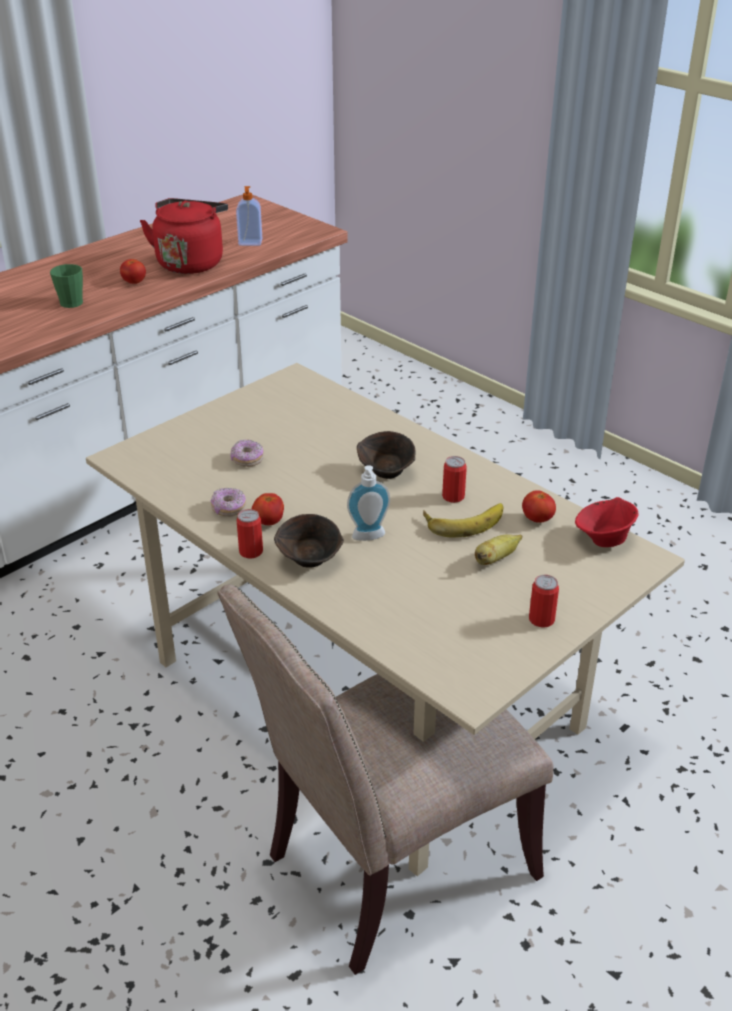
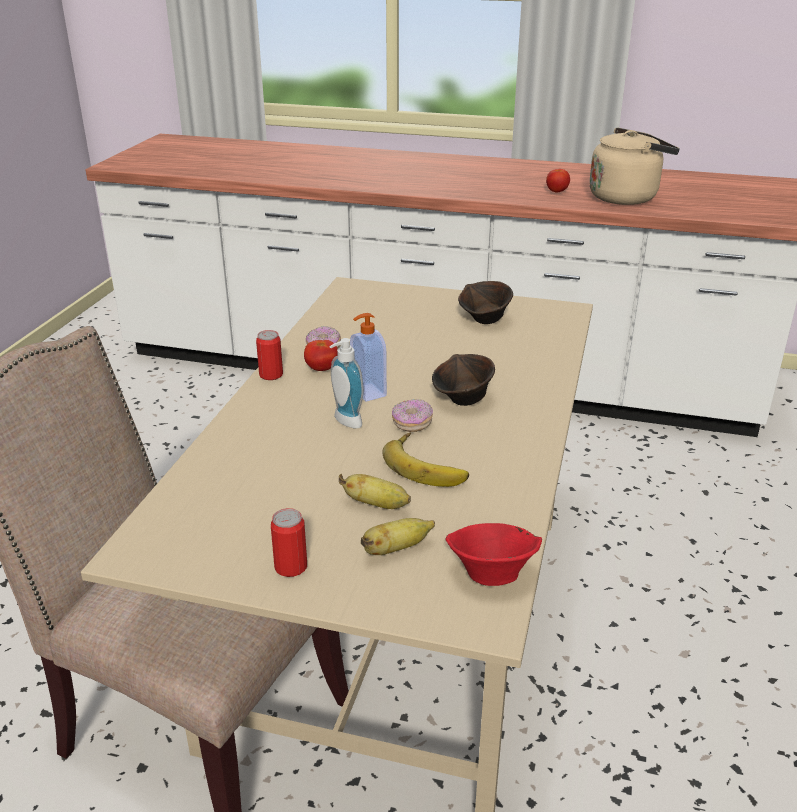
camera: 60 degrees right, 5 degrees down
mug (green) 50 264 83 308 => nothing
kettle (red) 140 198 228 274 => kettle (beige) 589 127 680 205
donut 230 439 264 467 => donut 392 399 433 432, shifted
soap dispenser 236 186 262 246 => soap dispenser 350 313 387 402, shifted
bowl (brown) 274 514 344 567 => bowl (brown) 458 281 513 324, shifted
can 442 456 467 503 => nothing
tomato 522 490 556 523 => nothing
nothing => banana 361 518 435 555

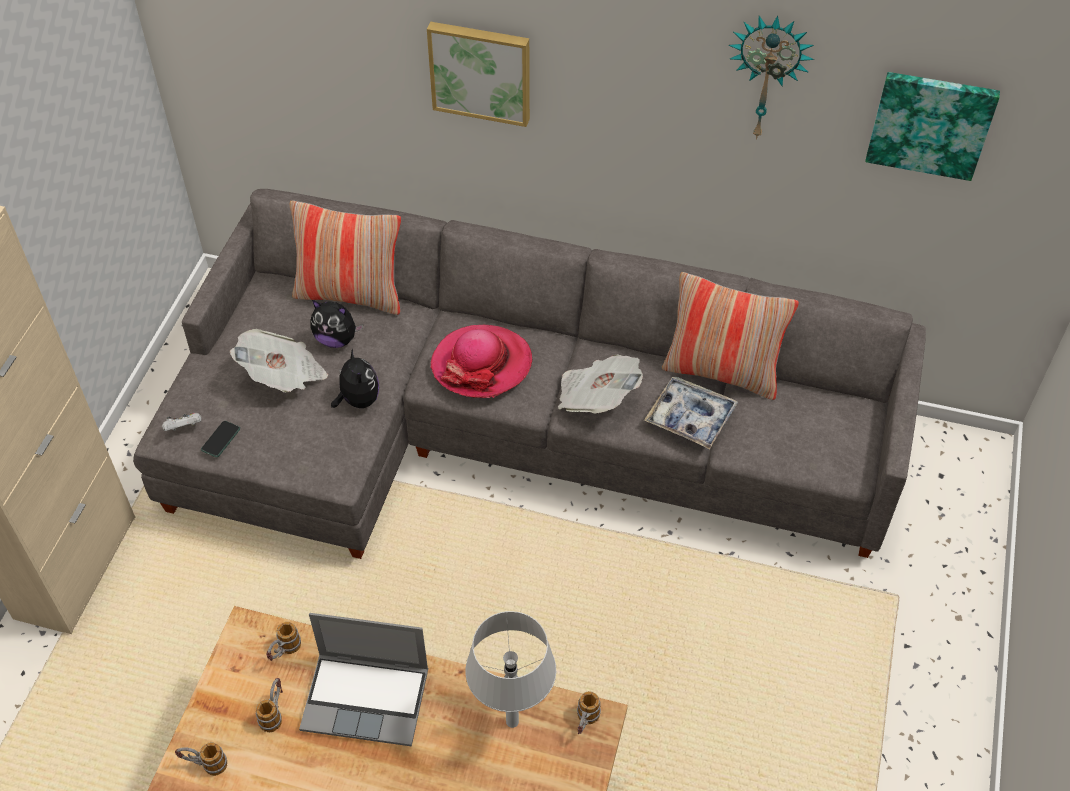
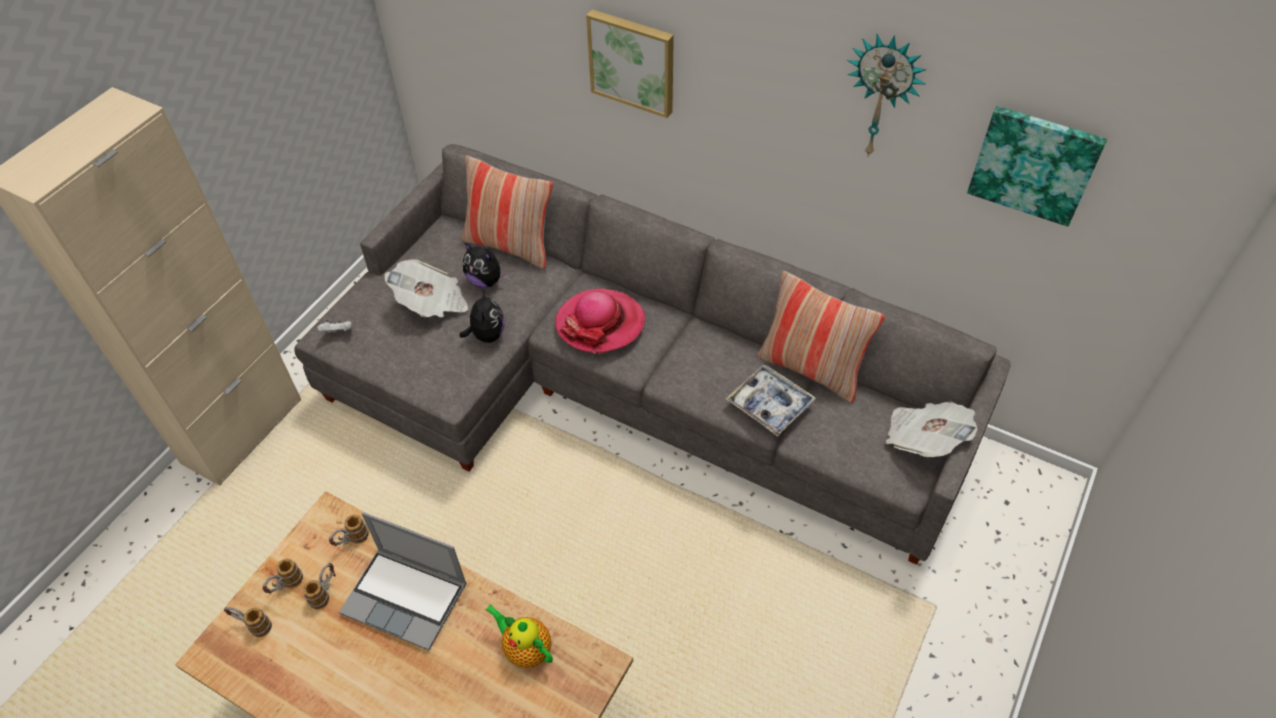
camera: 15 degrees right, 0 degrees up
phone 201 421 240 457 => nothing
table lamp (grey) 465 611 556 728 => teapot 485 604 553 668
newspaper 558 355 643 414 => newspaper 886 402 977 457, shifted
mug 577 691 601 734 => mug 262 558 303 593, shifted

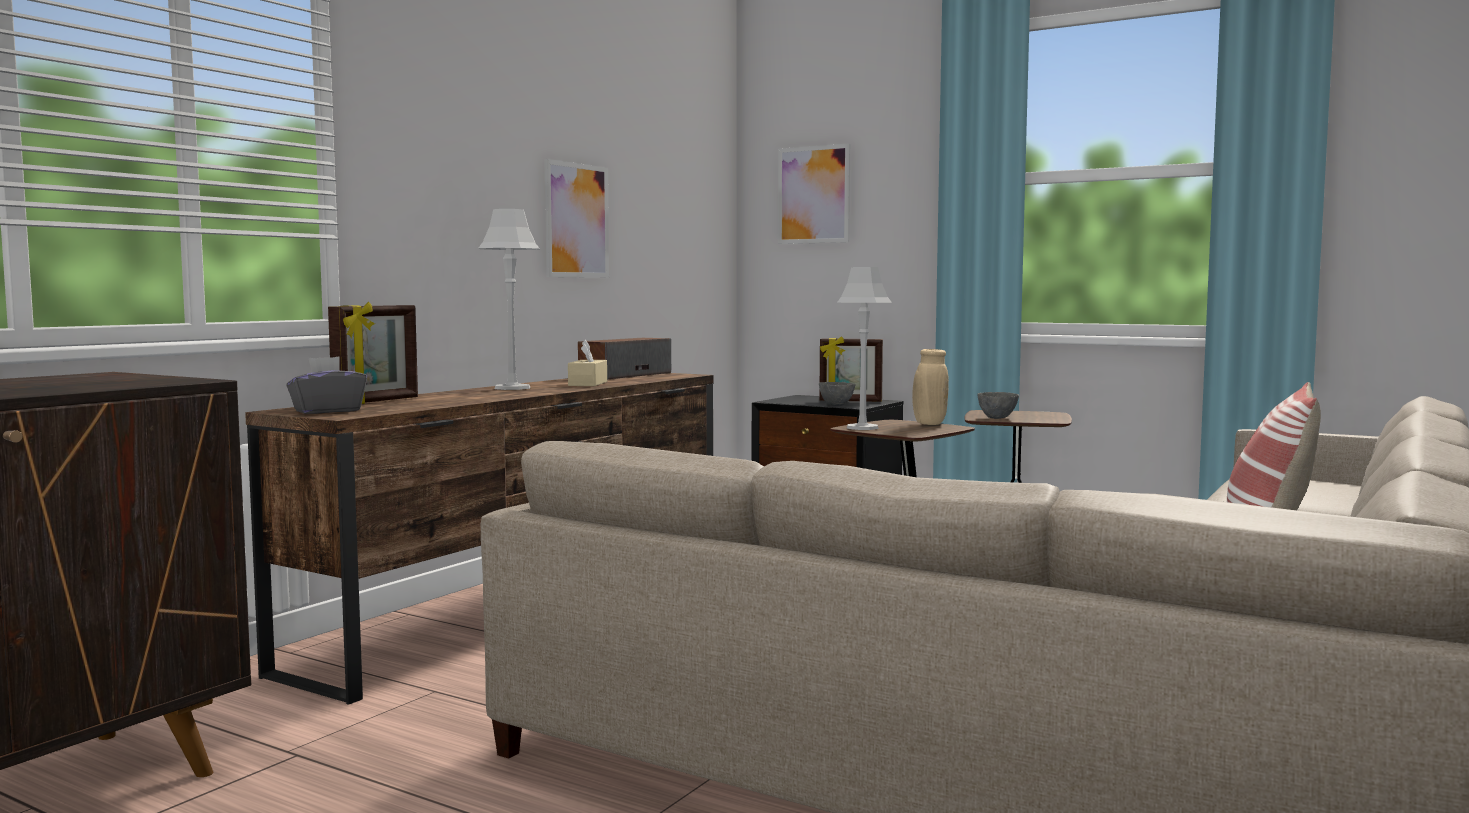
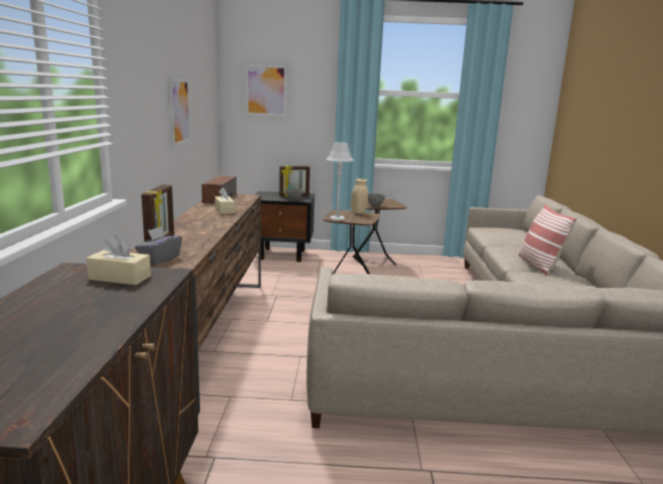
camera: 30 degrees left, 10 degrees up
table lamp (grey) 478 209 540 390 => nothing
nothing => tissue box (beige) 86 235 151 285

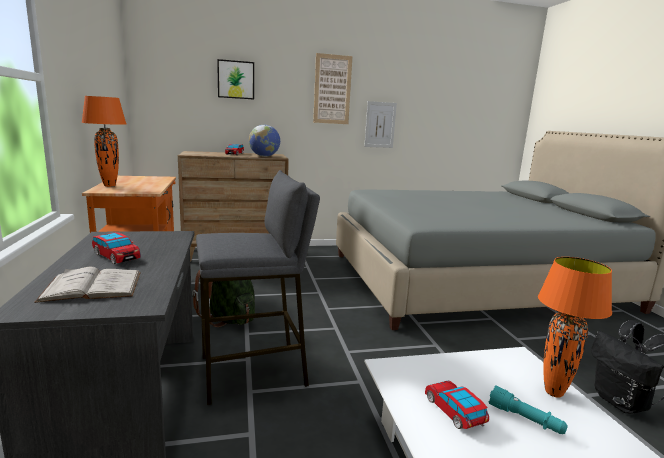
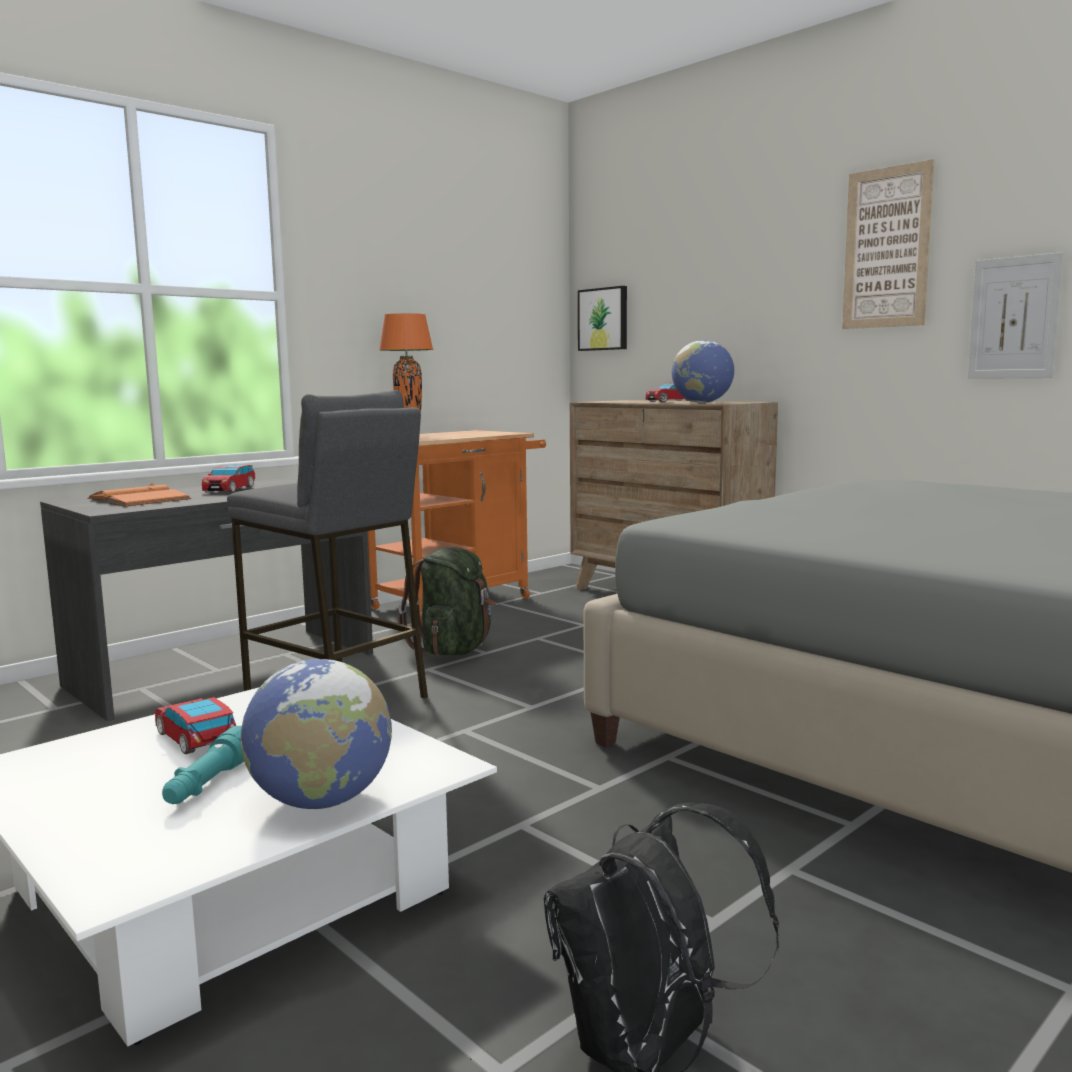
camera: 60 degrees right, 5 degrees down
book (white) 34 267 141 303 => book (orange) 87 483 191 507
picture 217 59 254 99 => picture 578 286 627 351, shifted
toy car 425 381 489 429 => toy car 155 697 236 754, 75 degrees counterclockwise
table lamp (orange) 538 257 612 398 => globe 241 659 392 809

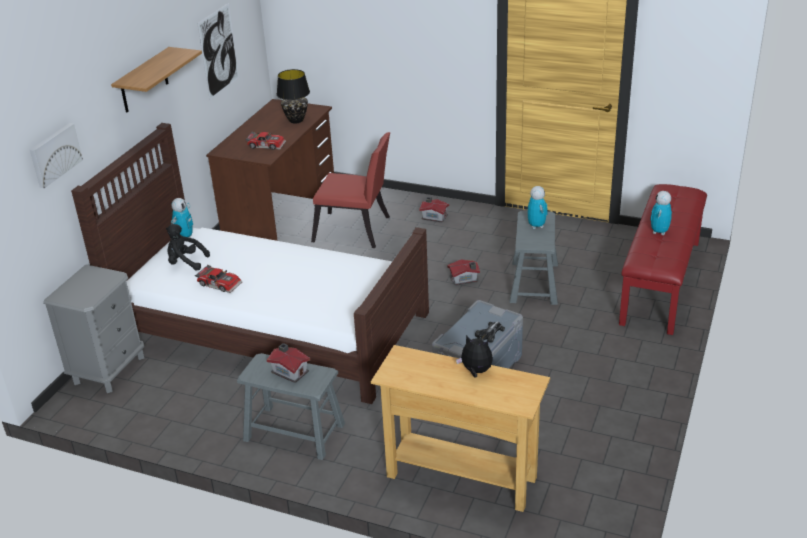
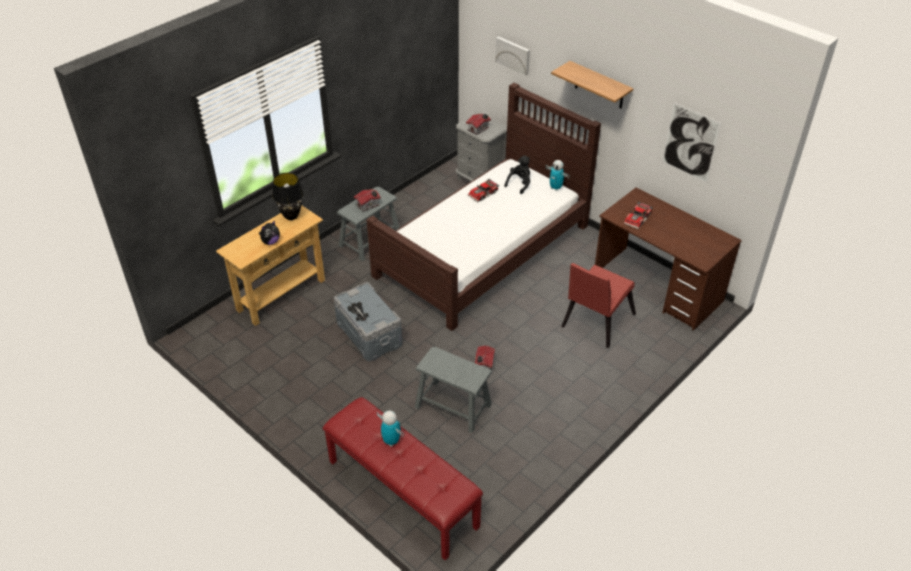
camera: 110 degrees right, 10 degrees up
table lamp (black) 277 69 310 124 => table lamp (black) 272 173 304 220, shifted
toy house 419 197 449 223 => toy house 466 114 491 135, shifted
toy robot 527 186 548 229 => nothing

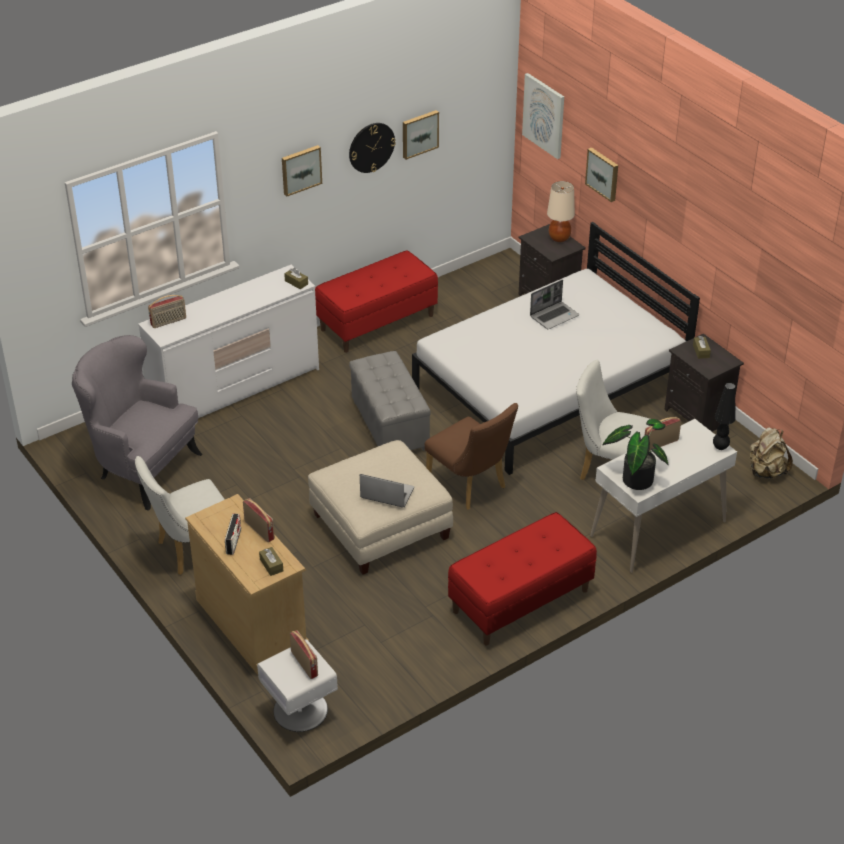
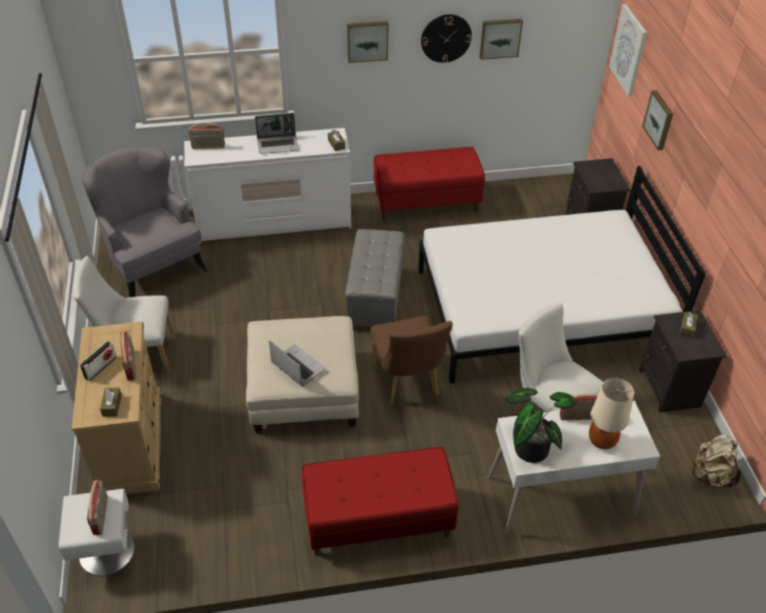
camera: 25 degrees right, 5 degrees up
laptop 530 280 579 329 => laptop 255 113 299 154, shifted
table lamp (beige) 547 181 575 242 => table lamp (beige) 589 378 634 449, shifted
table lamp (black) 713 383 736 450 => nothing

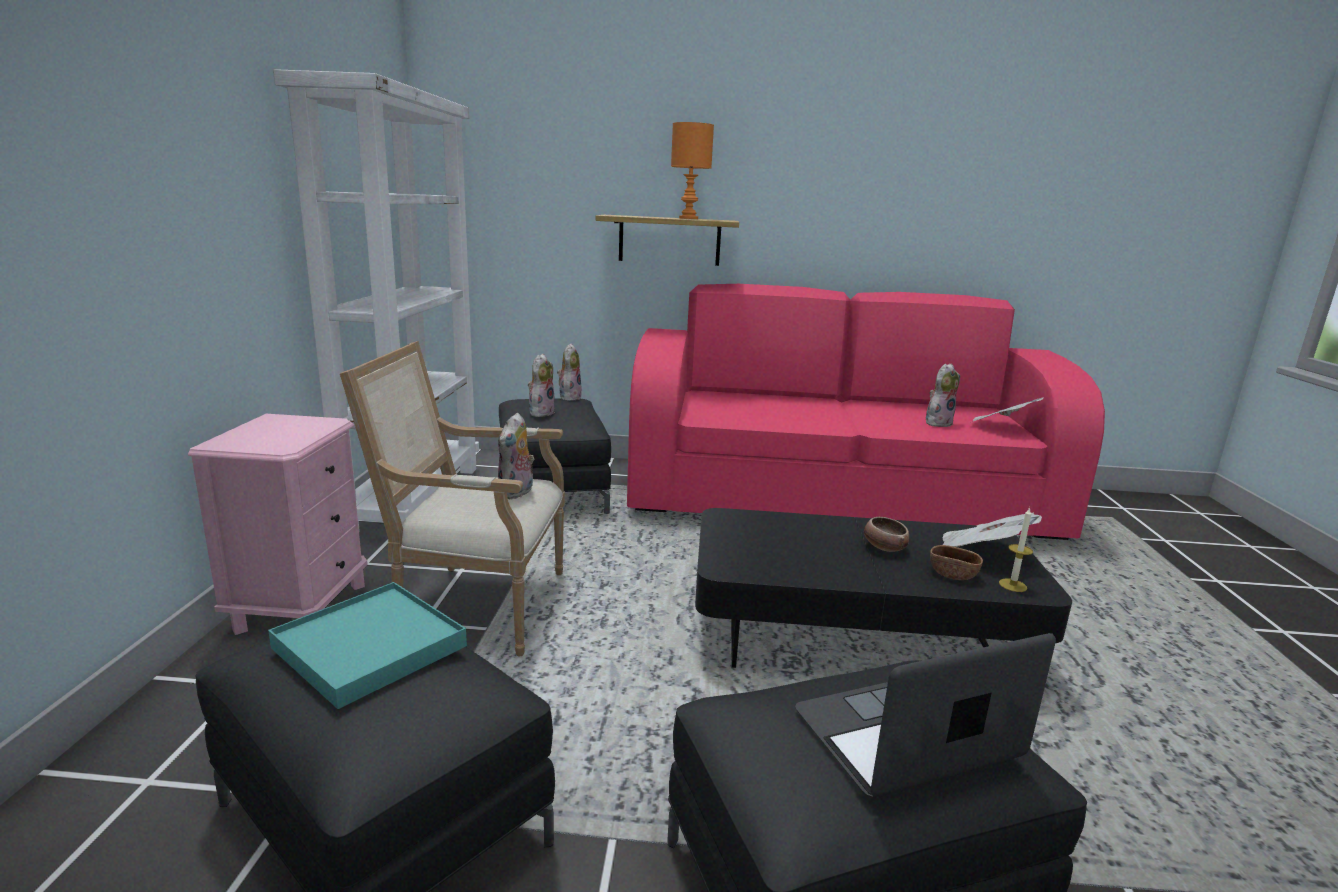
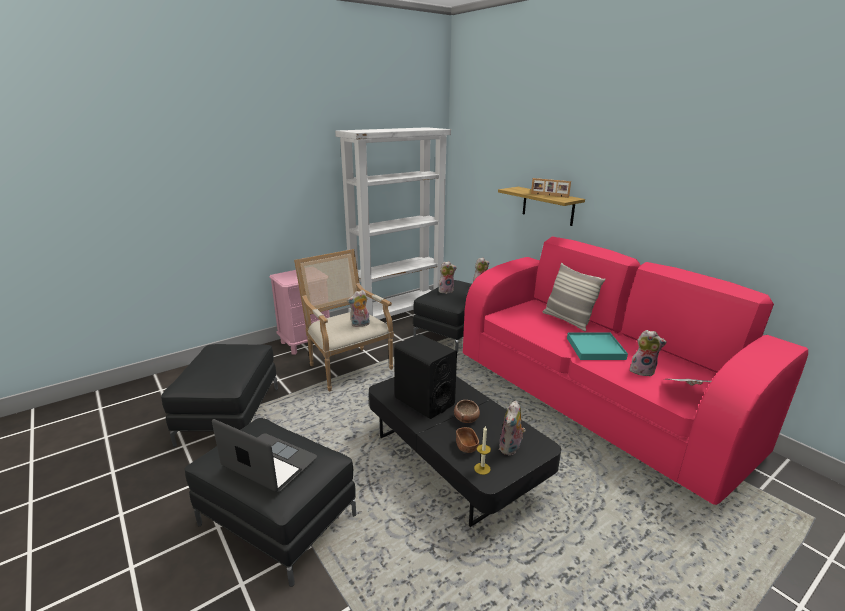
camera: 50 degrees right, 5 degrees up
tray (turquoise) 268 582 467 709 => tray (turquoise) 567 333 628 360, shifted
table lamp (orange) 671 122 714 219 => picture frame 531 178 571 197
newspaper 942 513 1042 547 => plush toy 499 400 526 455
nothing => speaker (black) 394 334 457 419
nothing => pillow 543 263 605 331

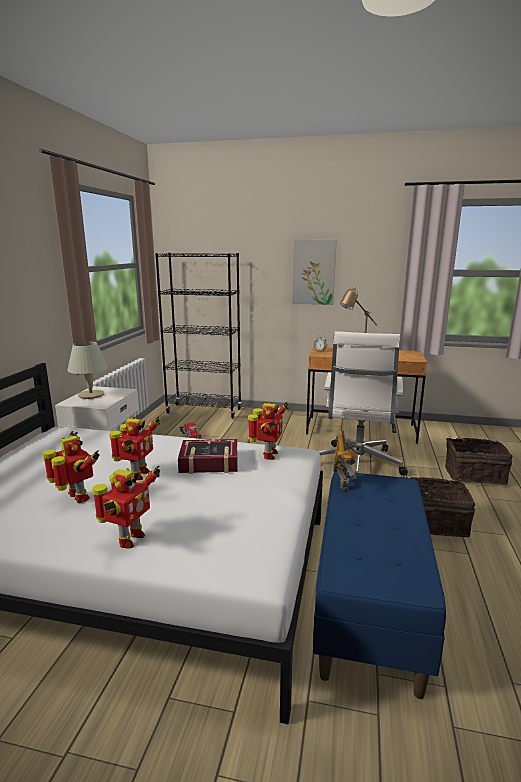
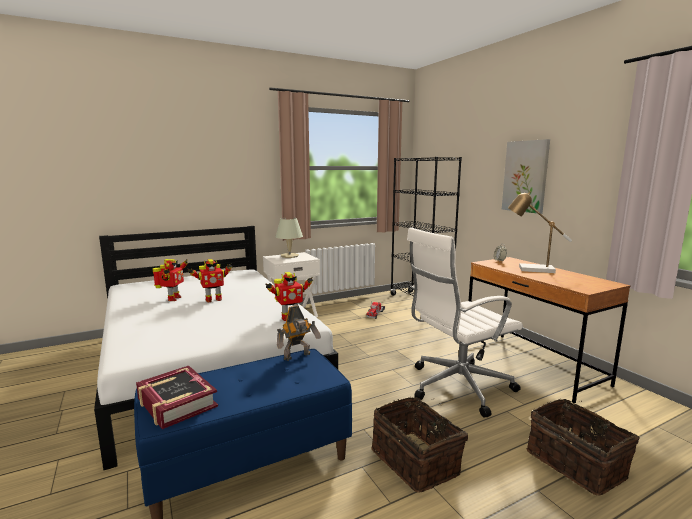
camera: 50 degrees right, 5 degrees down
toy robot 92 465 161 549 => nothing
book 178 439 237 474 => book 136 366 218 429, shifted

